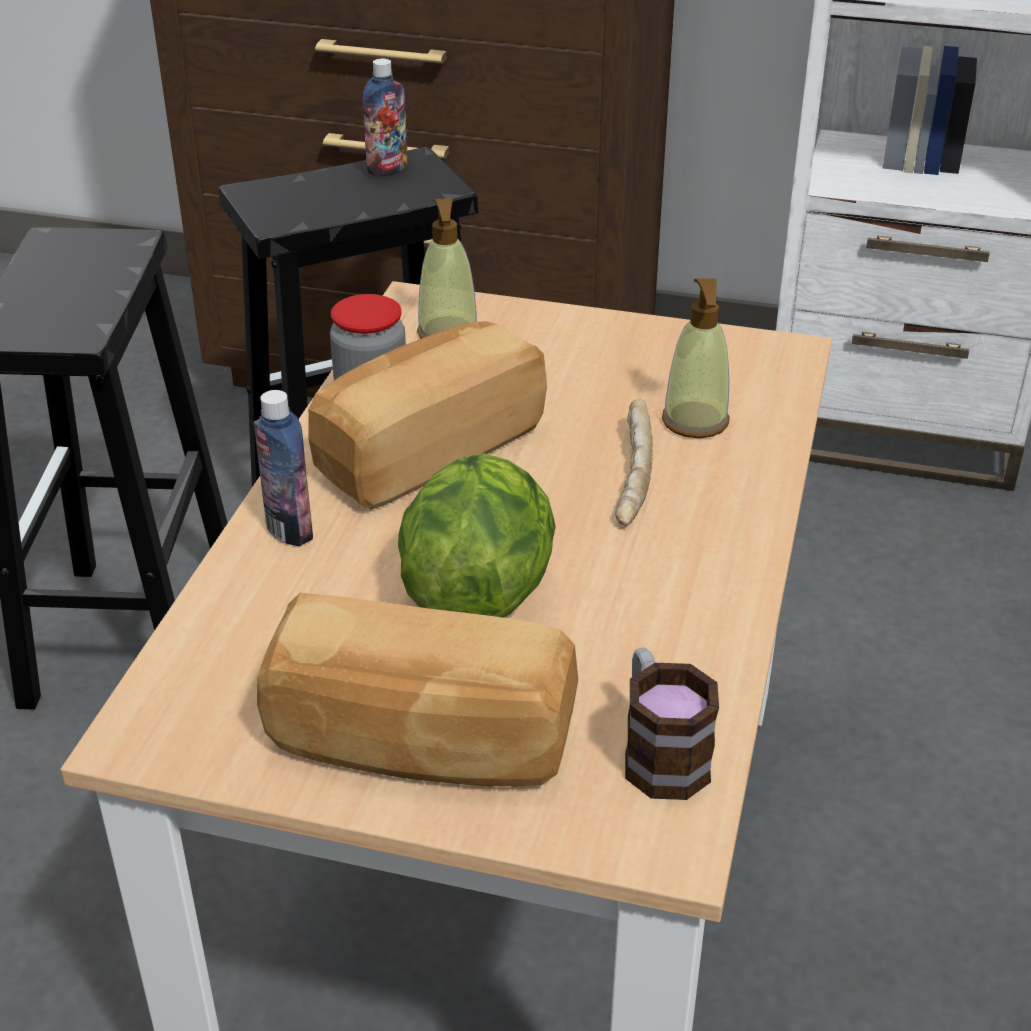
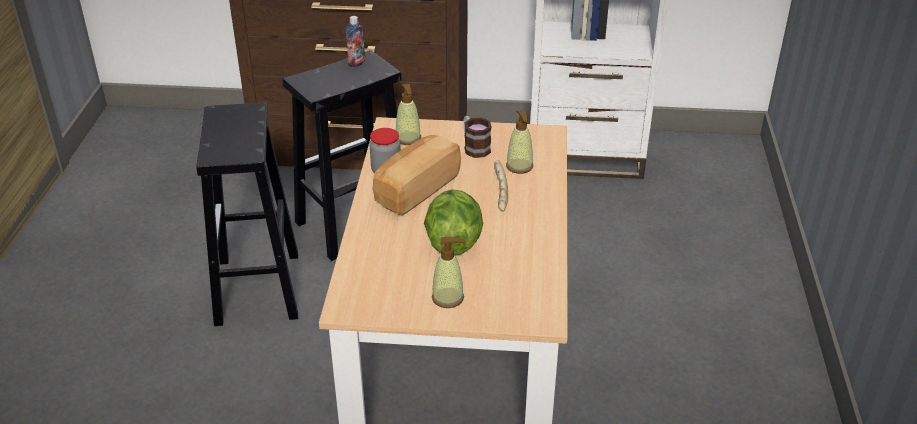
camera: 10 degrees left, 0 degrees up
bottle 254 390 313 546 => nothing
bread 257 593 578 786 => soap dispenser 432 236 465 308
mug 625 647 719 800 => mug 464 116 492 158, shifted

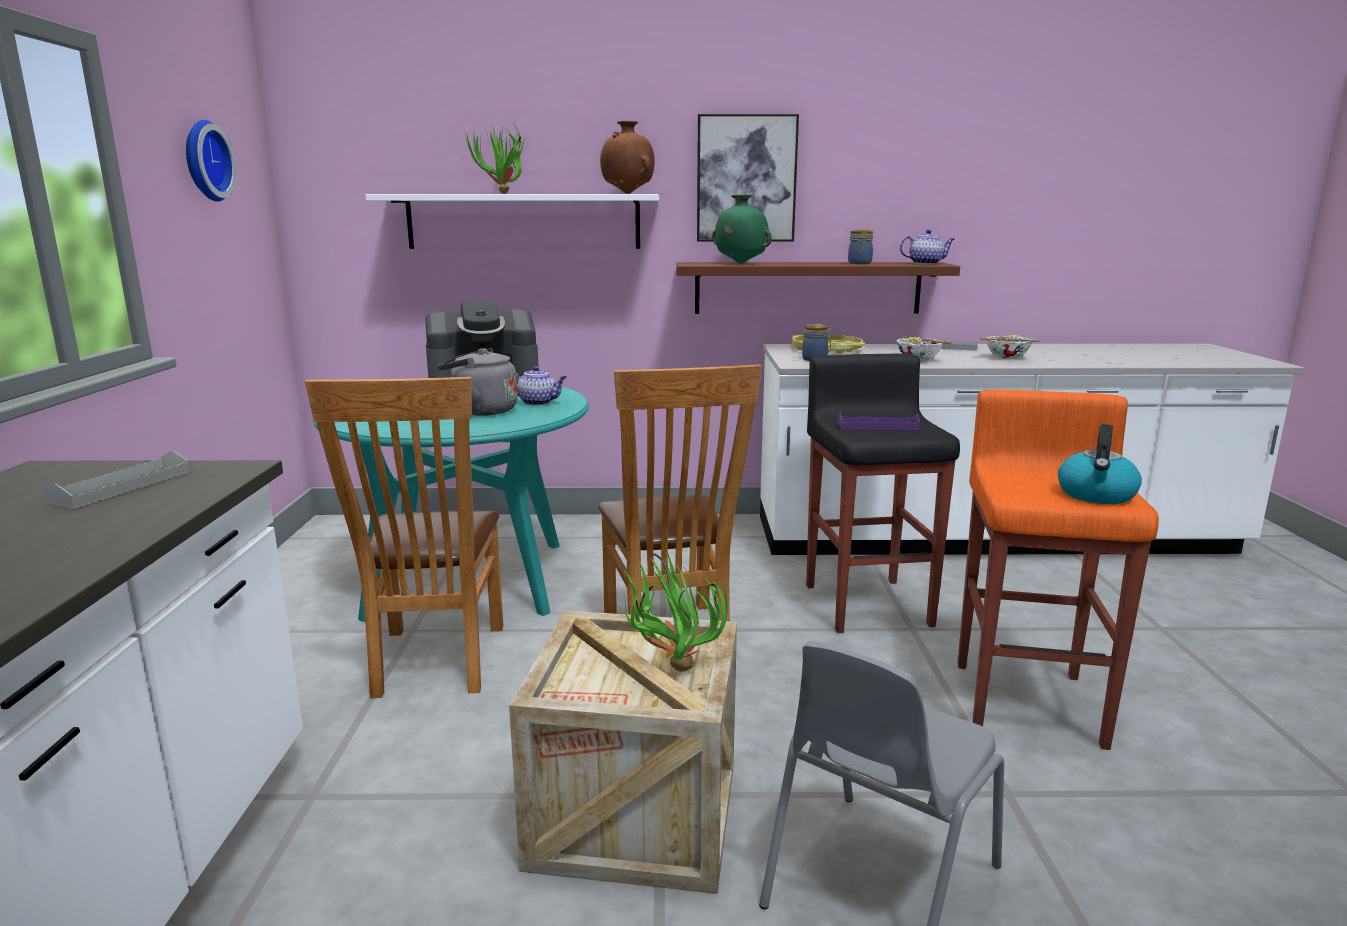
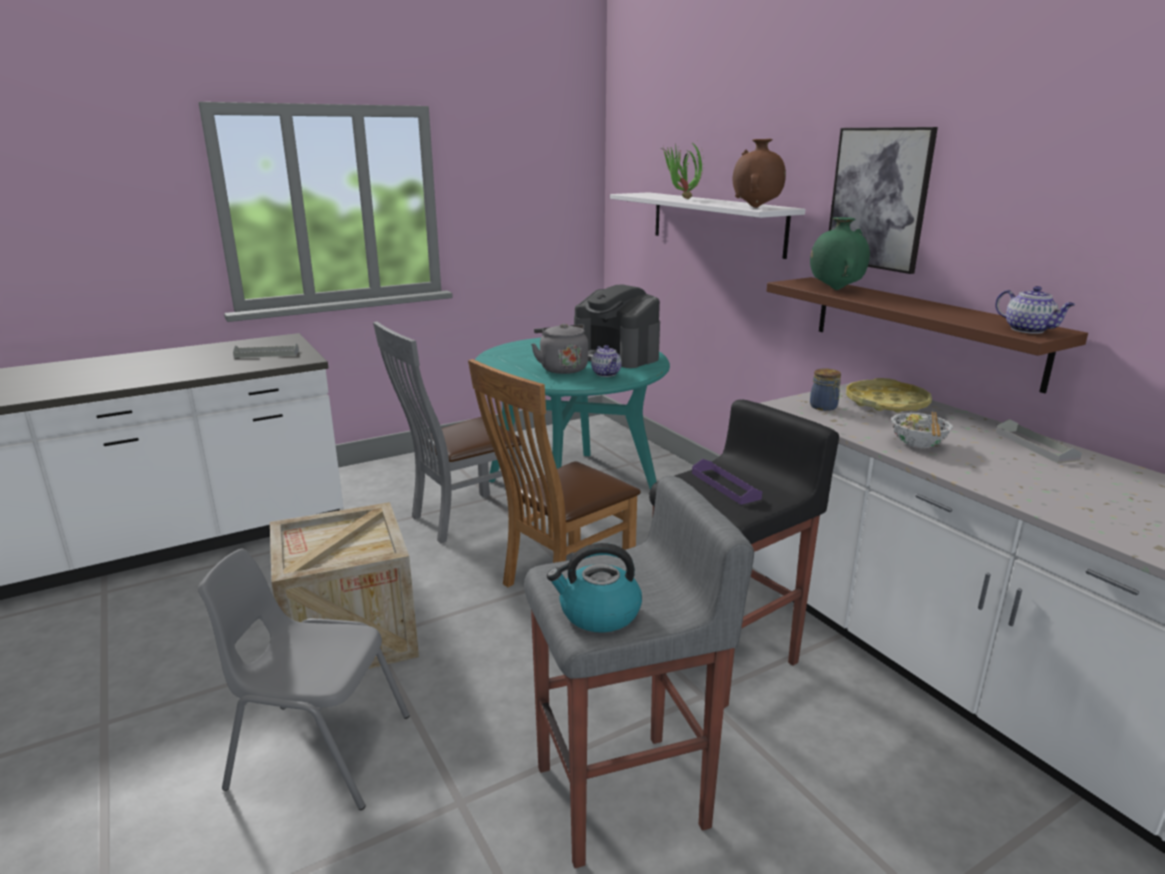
camera: 60 degrees right, 5 degrees up
wall clock 186 120 236 202 => nothing
chair (brown) 305 377 503 698 => chair (grey) 373 321 522 543
potted plant 623 549 728 672 => nothing
jar 848 229 873 264 => nothing
stool (orange) 957 390 1159 750 => stool (grey) 524 476 754 868
bowl 980 334 1039 359 => nothing

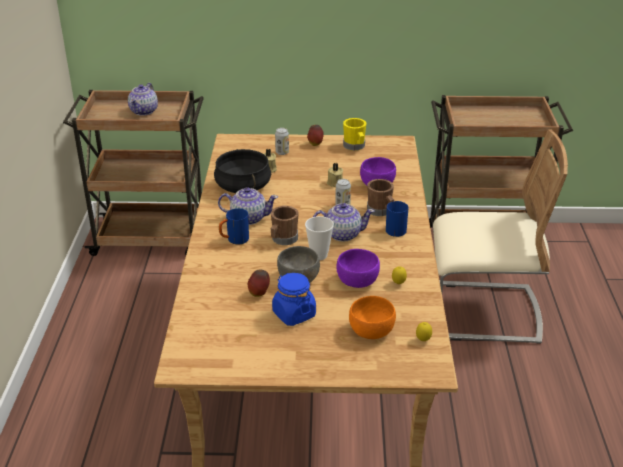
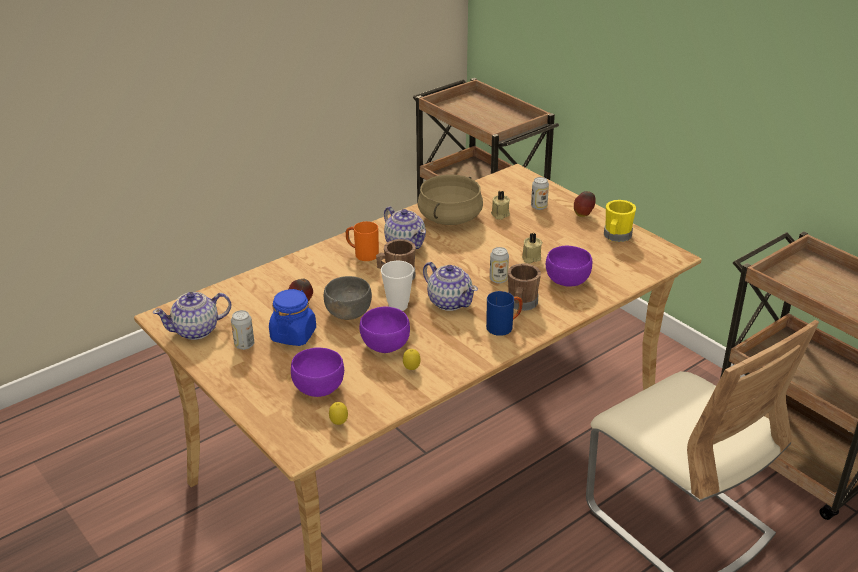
camera: 50 degrees right, 0 degrees up
teapot 128 83 158 116 => teapot 152 292 231 340, shifted
cooking pot (black) 214 149 271 193 => cooking pot (beige) 418 174 483 225
mug (blue) 219 208 249 244 => mug (orange) 346 221 379 261
bowl (orange) 349 296 396 339 => bowl (purple) 291 347 344 397
nothing => can 231 310 254 350

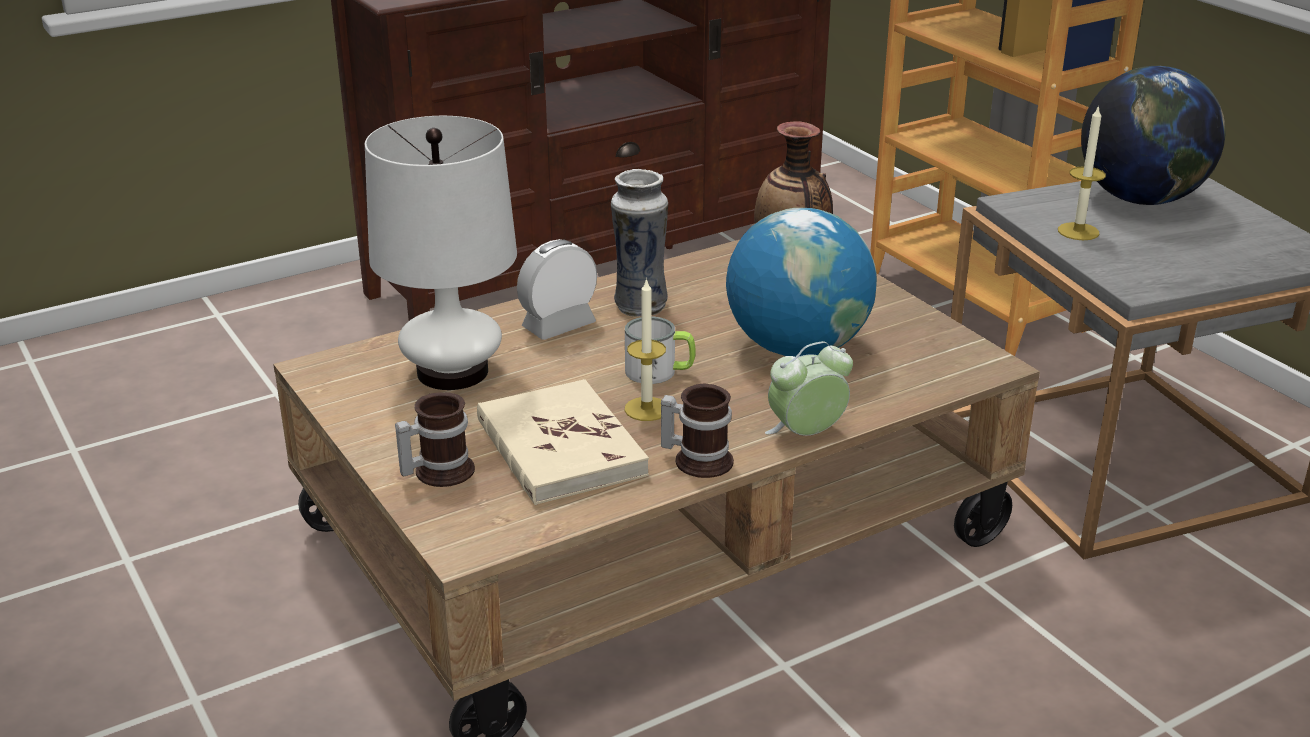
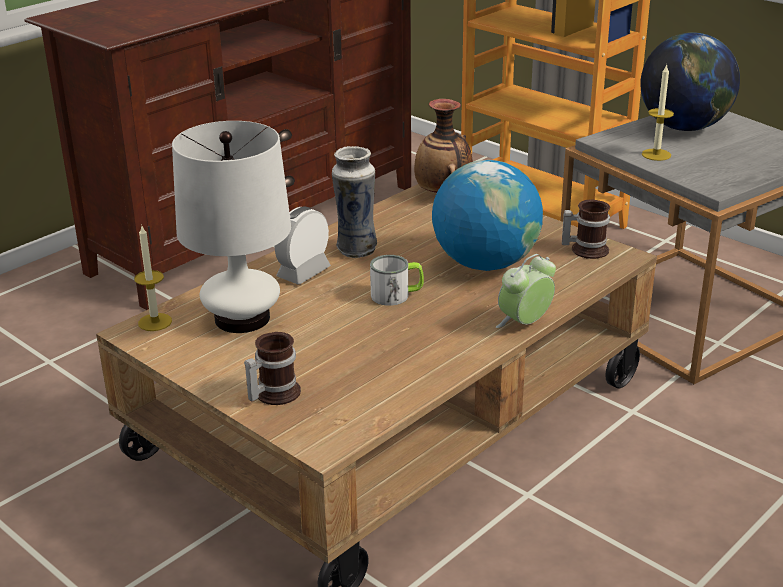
camera: 15 degrees left, 0 degrees up
book (beige) 477 379 649 505 => nothing
candle 624 278 666 421 => candle 134 226 172 331, shifted
mug 661 384 734 478 => mug 562 200 610 259, shifted

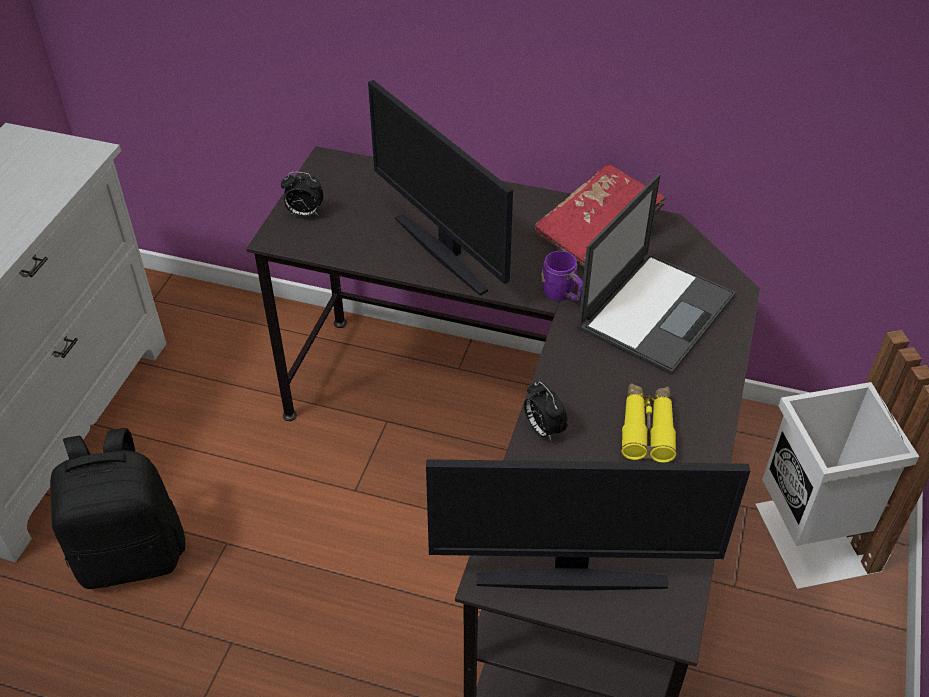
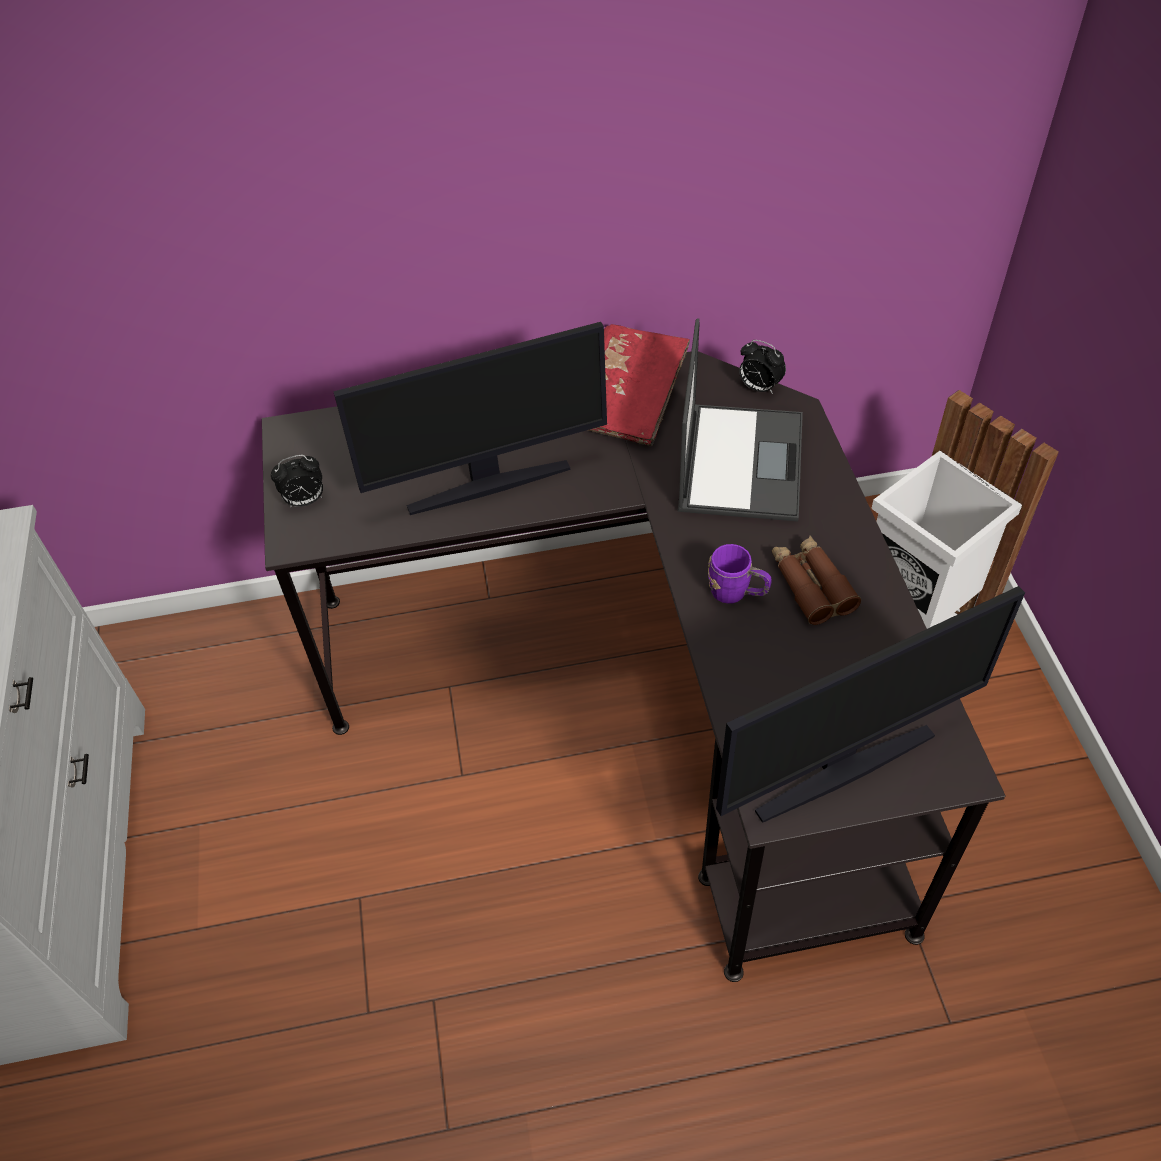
camera: 25 degrees left, 5 degrees up
backpack (black) 50 428 185 589 => nothing
monitor 368 80 513 295 => monitor 333 322 607 515, 45 degrees counterclockwise
alarm clock 524 382 568 441 => alarm clock 739 340 786 394, shifted
mug (purple) 542 251 583 301 => mug (purple) 708 544 772 604, shifted
binoculars (yellow) 621 383 677 463 => binoculars (brown) 772 535 861 625

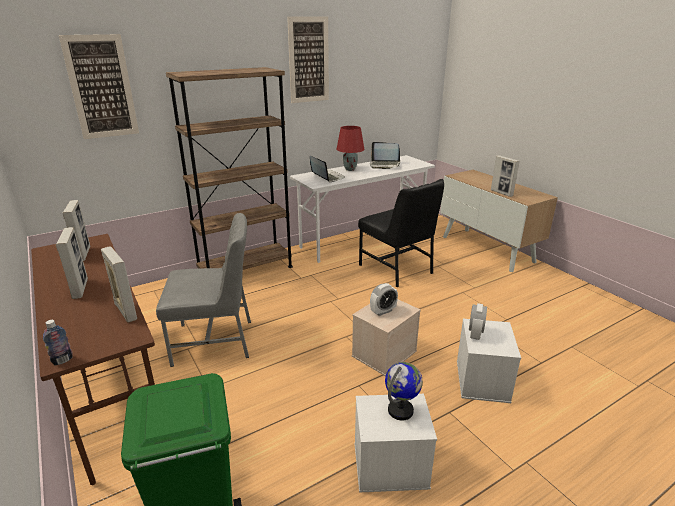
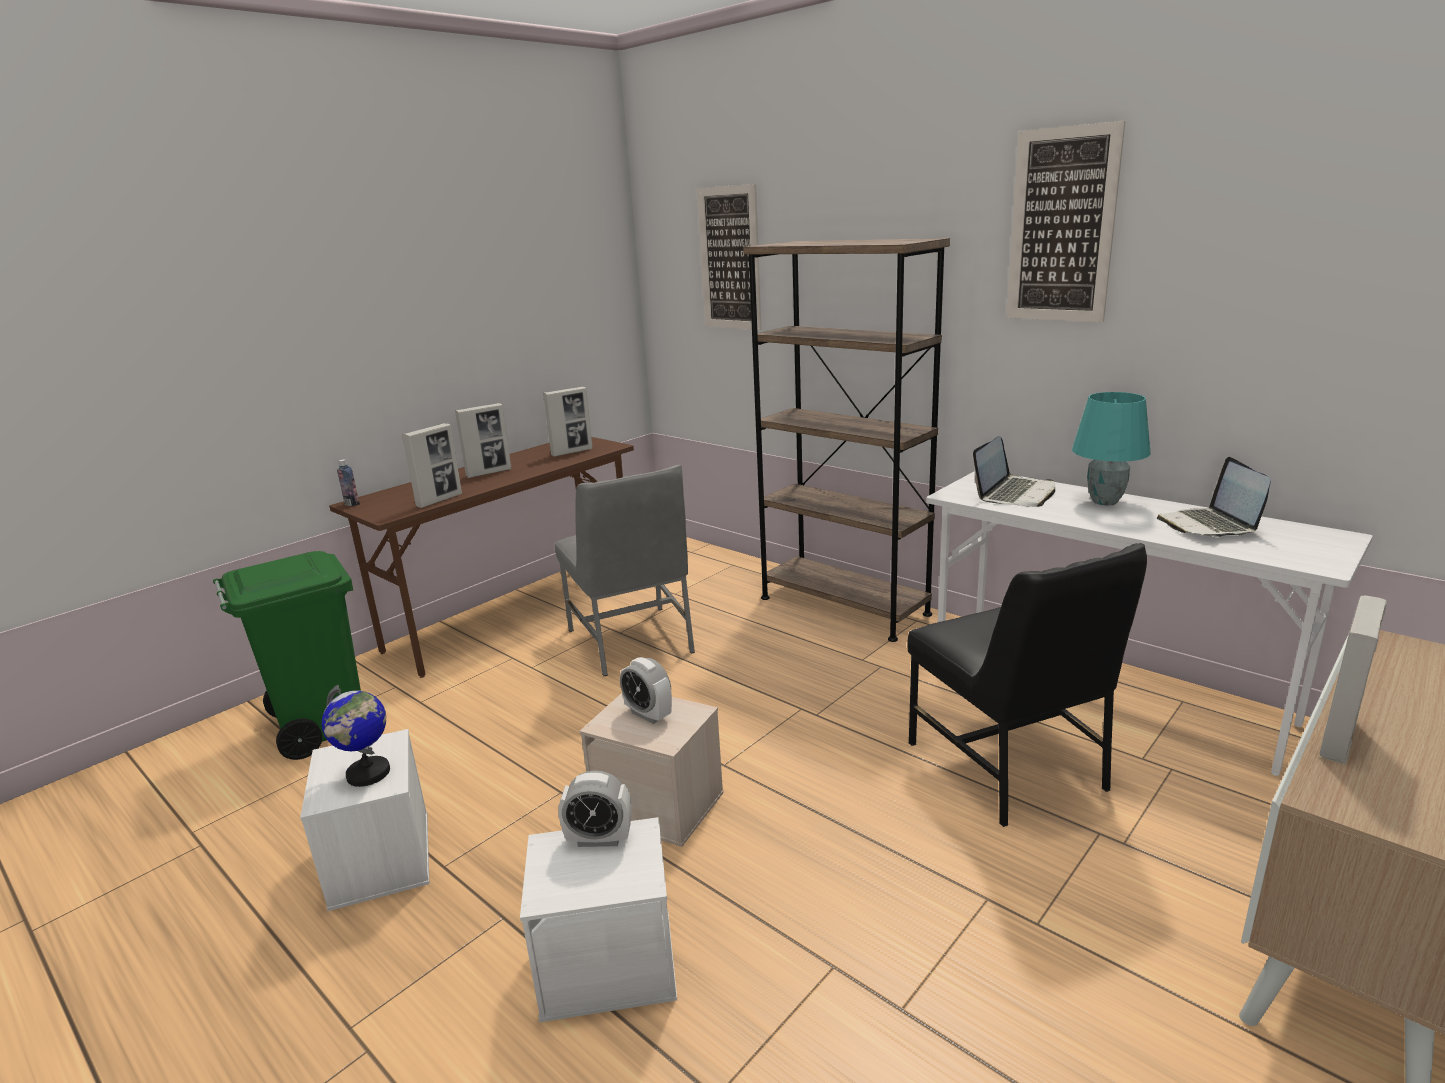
camera: 75 degrees right, 5 degrees down
table lamp (red) 336 126 364 171 => table lamp (turquoise) 1072 392 1151 505
chair (black) 358 179 444 287 => chair (black) 907 543 1147 827, 60 degrees counterclockwise

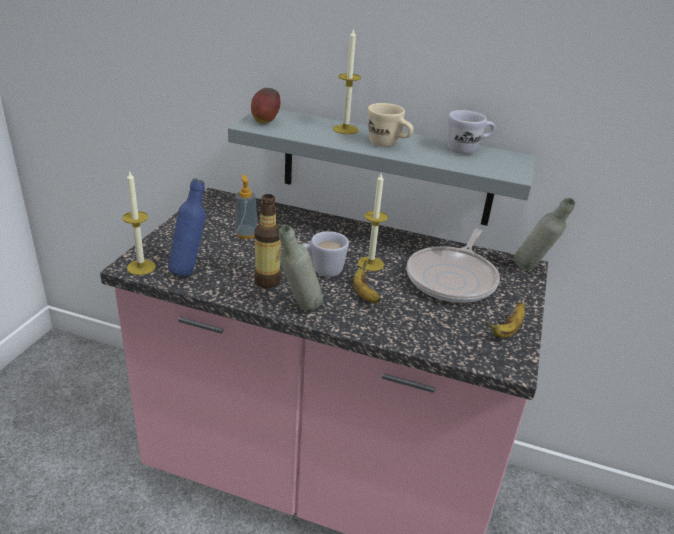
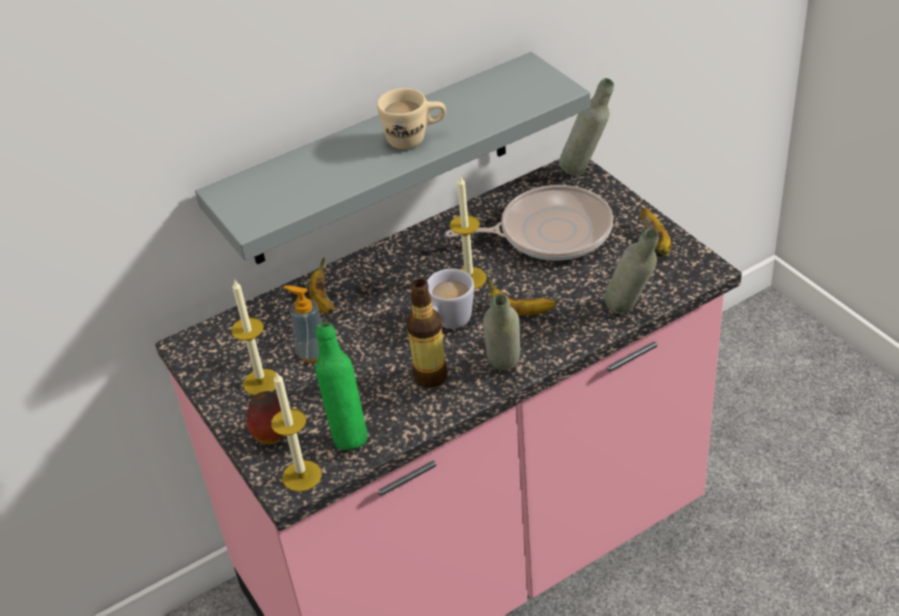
camera: 45 degrees left, 10 degrees up
bottle (blue) 168 178 206 276 => bottle (green) 315 322 368 450
apple 251 88 280 124 => apple 246 391 283 445, shifted
candle 333 28 361 134 => candle 231 279 276 396, shifted
frying pan 407 229 500 303 => frying pan 445 185 613 261, 75 degrees counterclockwise
mug (white) 448 110 495 154 => nothing
nothing => banana 309 257 335 314
nothing => bottle (grey) 605 228 659 314

